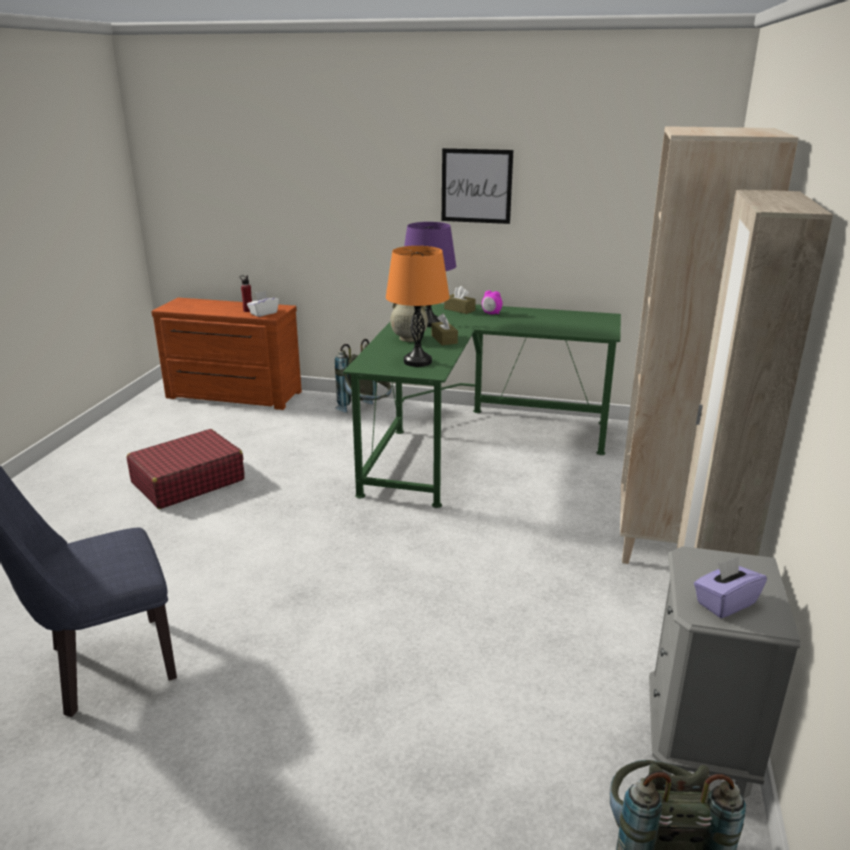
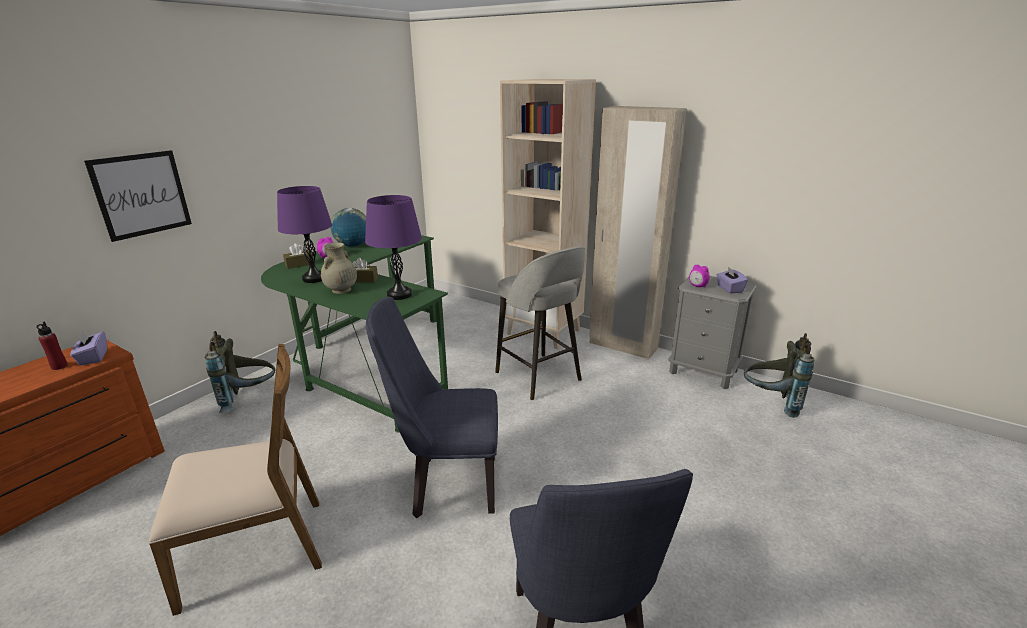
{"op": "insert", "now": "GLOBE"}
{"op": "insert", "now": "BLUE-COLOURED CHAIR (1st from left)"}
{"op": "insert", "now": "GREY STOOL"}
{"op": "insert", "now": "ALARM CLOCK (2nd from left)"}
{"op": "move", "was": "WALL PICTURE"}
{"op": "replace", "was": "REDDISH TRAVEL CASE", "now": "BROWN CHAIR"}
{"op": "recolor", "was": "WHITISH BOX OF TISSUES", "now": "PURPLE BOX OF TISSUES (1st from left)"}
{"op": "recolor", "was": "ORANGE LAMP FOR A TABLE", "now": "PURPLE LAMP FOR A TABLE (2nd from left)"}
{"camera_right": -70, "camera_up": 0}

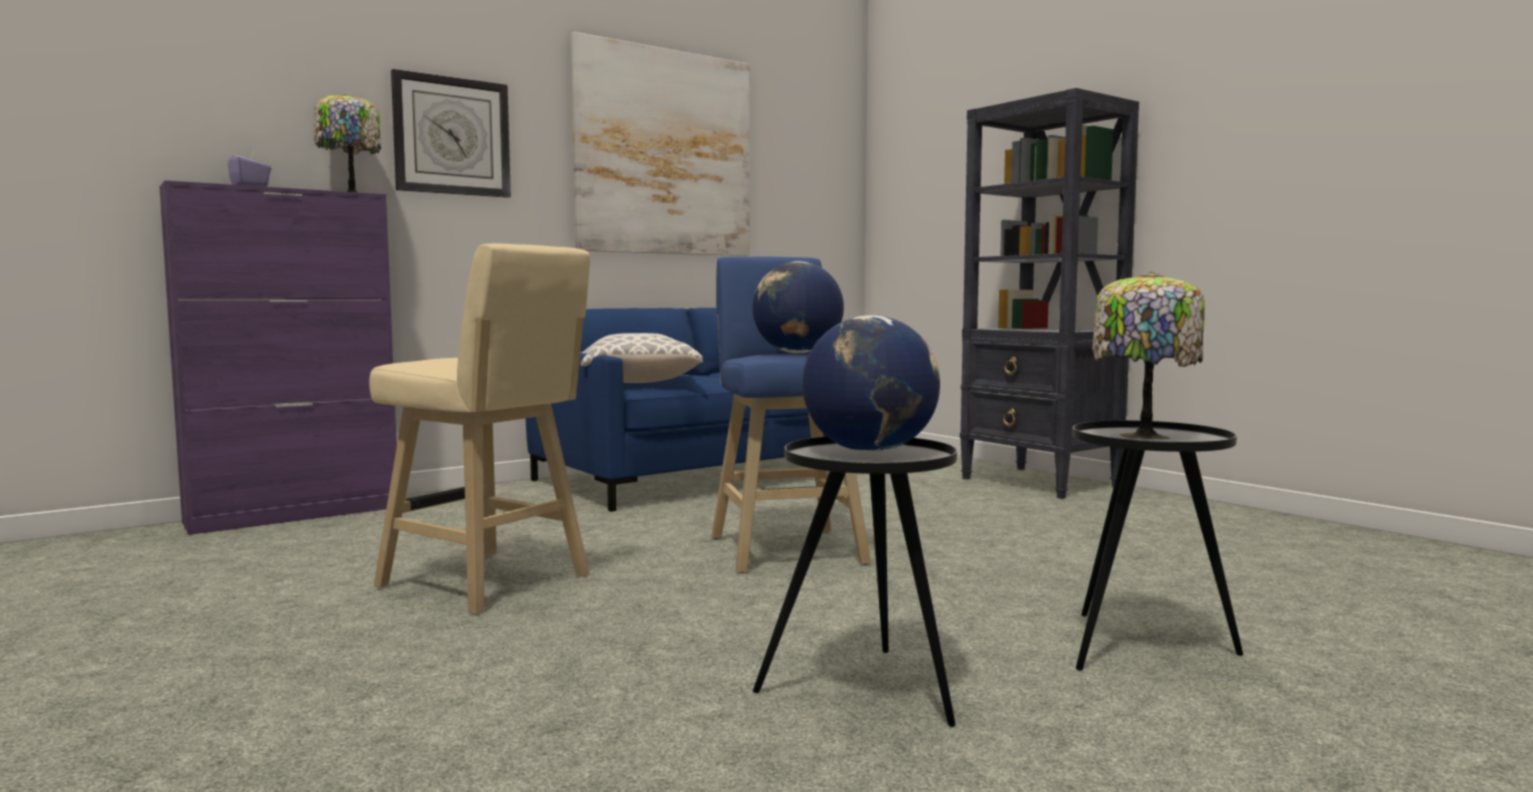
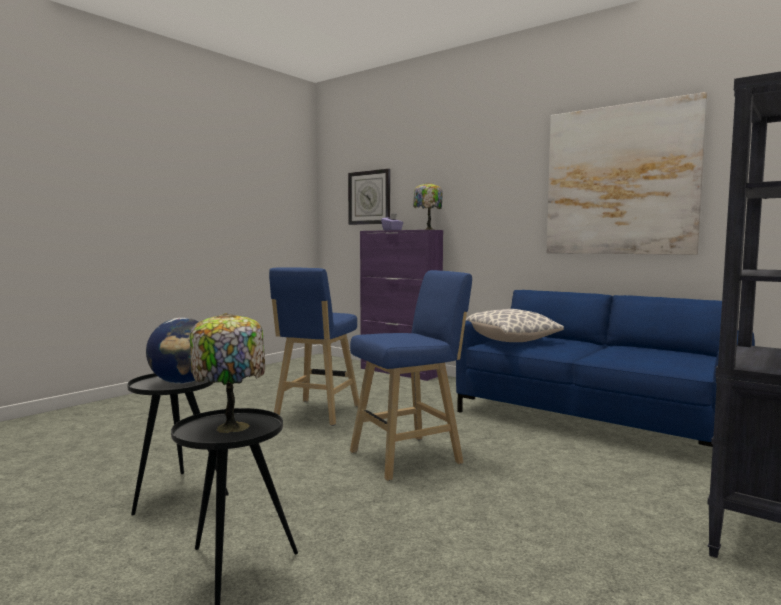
{"op": "delete", "was": "GLOBE (1st from left)"}
{"op": "move", "was": "CLOCK ON THE WALL"}
{"op": "recolor", "was": "BEIGE STOOL", "now": "BLUE-COLOURED STOOL (1st from left)"}
{"camera_right": 75, "camera_up": 0}

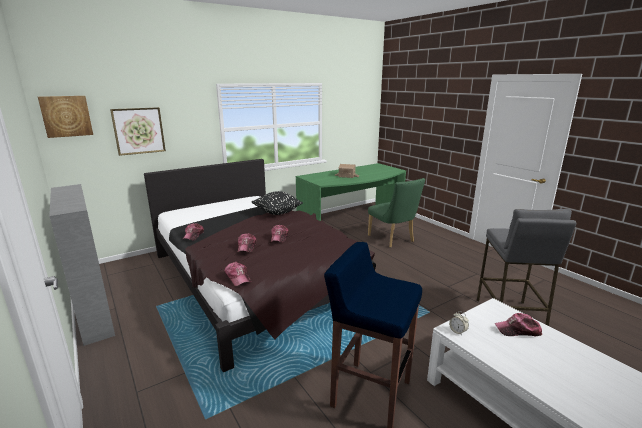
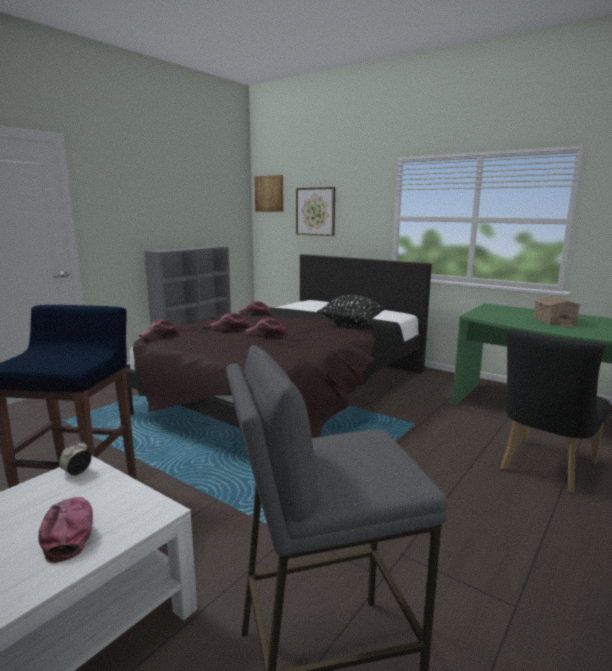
{"op": "recolor", "was": "GREEN CHAIR", "now": "BLACK-COLOURED CHAIR"}
{"camera_right": 70, "camera_up": -5}

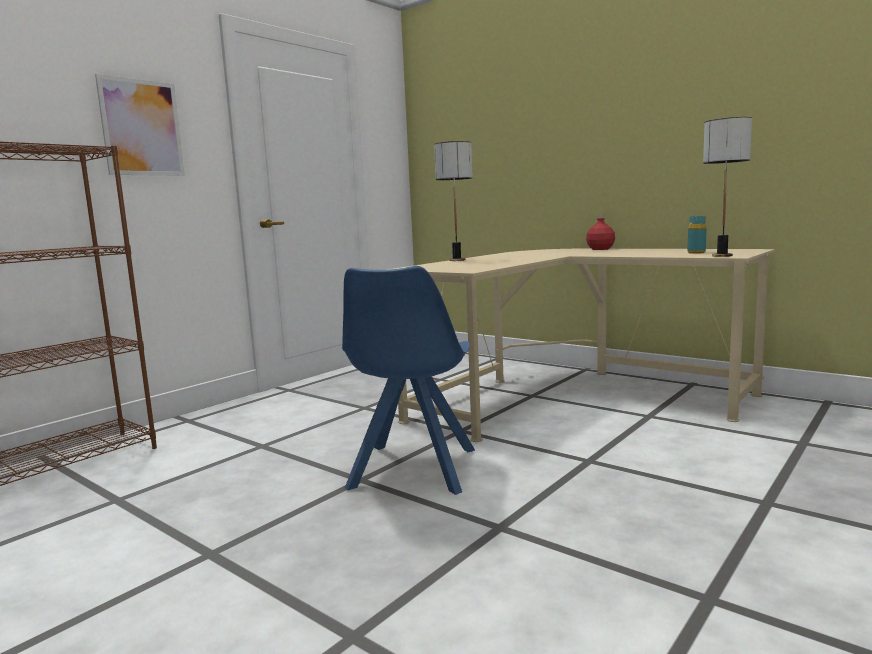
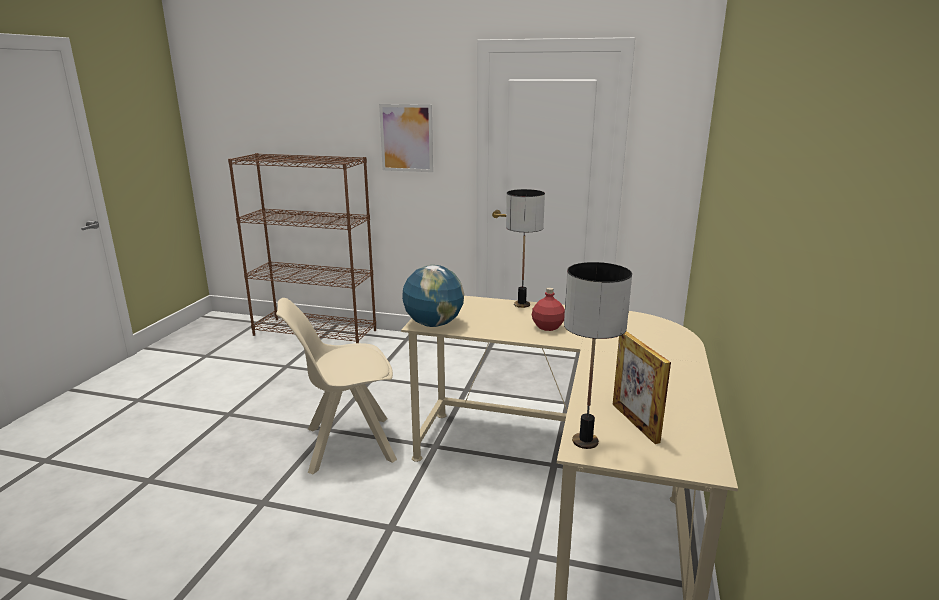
{"op": "insert", "now": "GLOBE"}
{"op": "move", "was": "REDDISH BOTTLE"}
{"op": "replace", "was": "TURQUOISE-COLOURED BOTTLE", "now": "STANDING FRAME"}
{"op": "recolor", "was": "BLUE-COLOURED CHAIR", "now": "BEIGE CHAIR"}
{"camera_right": 65, "camera_up": 10}

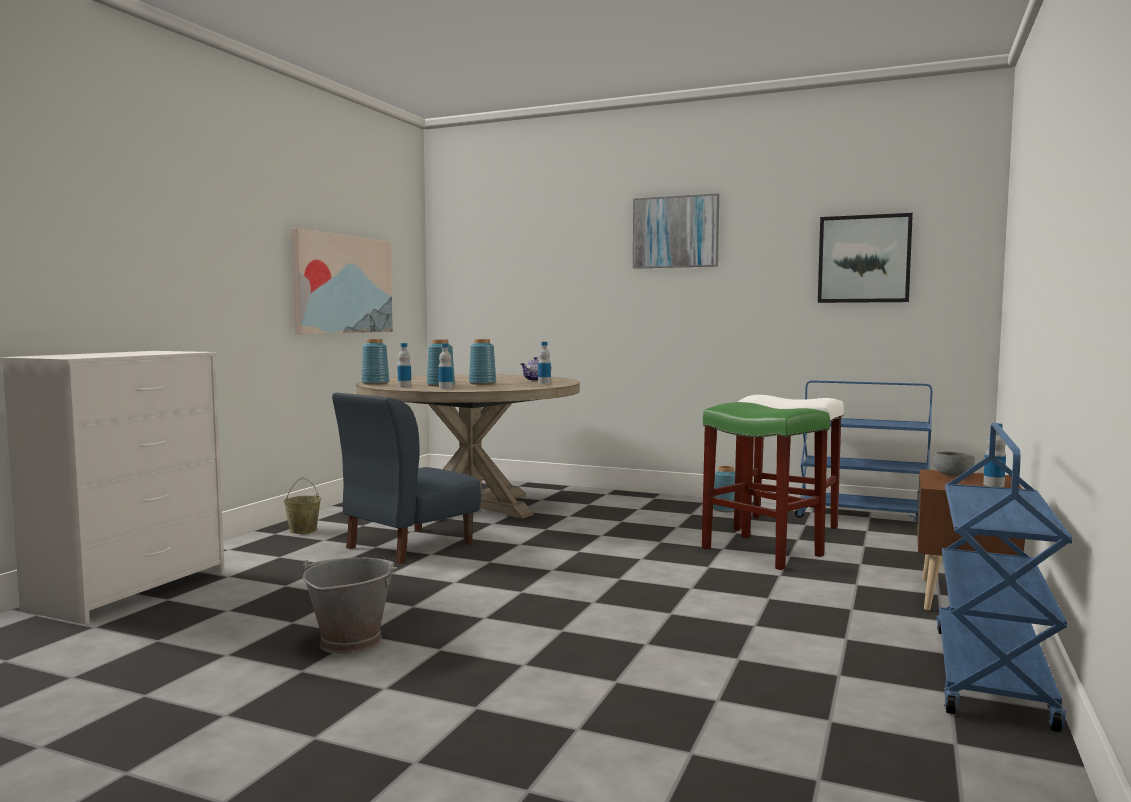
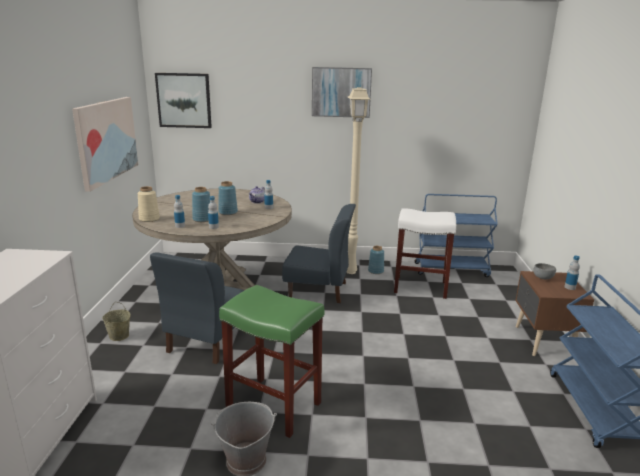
{"op": "insert", "now": "BLUE-COLOURED CHAIR (2nd from left)"}
{"op": "insert", "now": "BEIGE FLOOR LAMP"}
{"op": "move", "was": "GREEN STOOL"}
{"op": "move", "was": "WALL PICTURE (3rd from left in the first image)", "now": "WALL PICTURE (2nd from left)"}
{"op": "recolor", "was": "BLUE-COLOURED FLOWER VASE (1st from left)", "now": "BEIGE FLOWER VASE"}
{"camera_right": -20, "camera_up": 15}

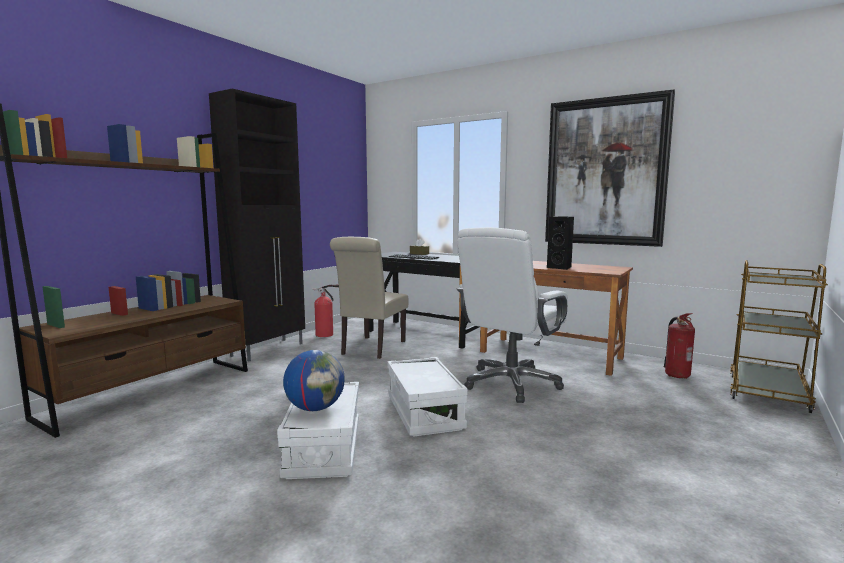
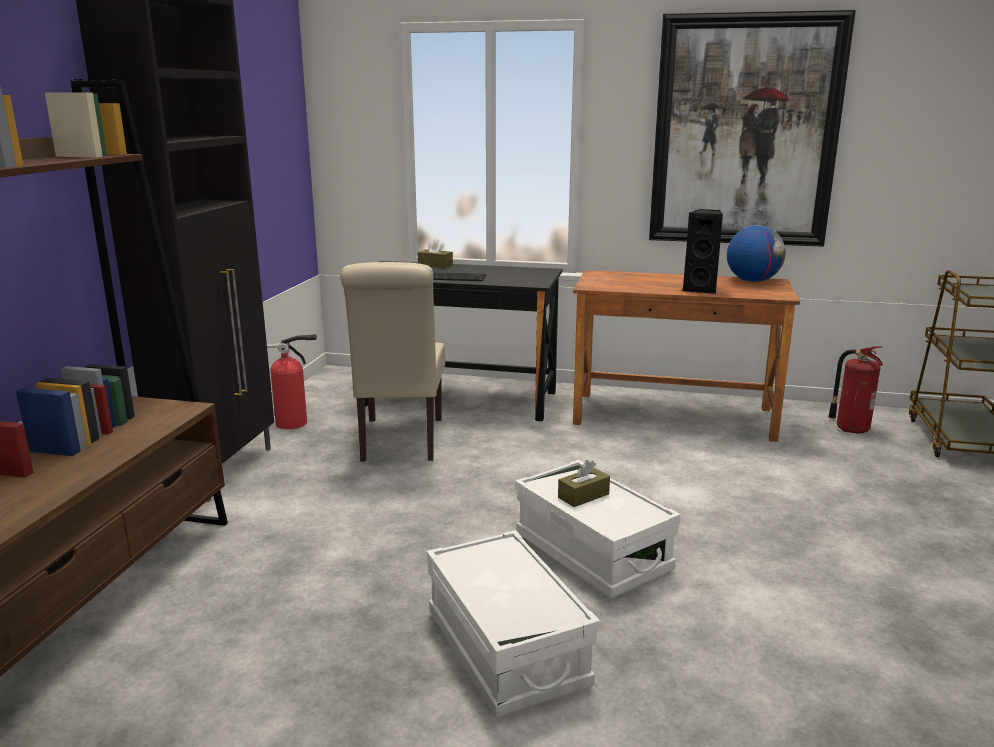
{"op": "delete", "was": "WHITISH OFFICE CHAIR"}
{"op": "insert", "now": "BROWN BOX OF TISSUES (2nd from left)"}
{"op": "move", "was": "GLOBE"}
{"camera_right": -20, "camera_up": 10}

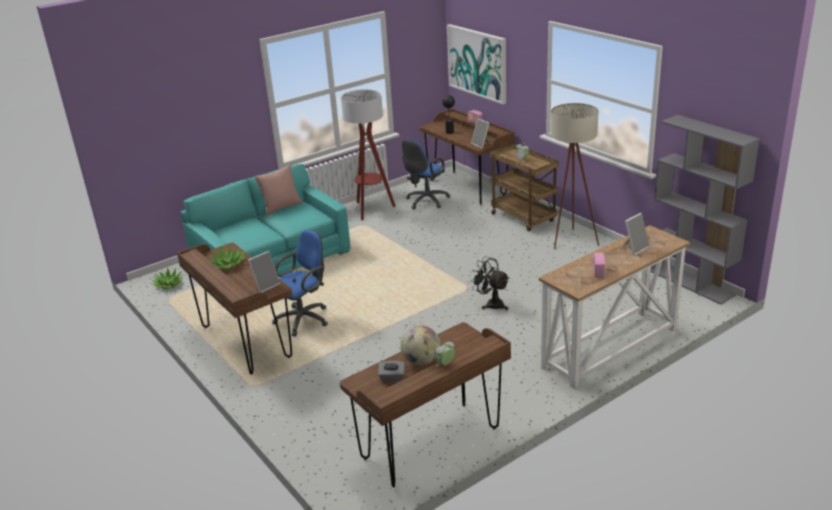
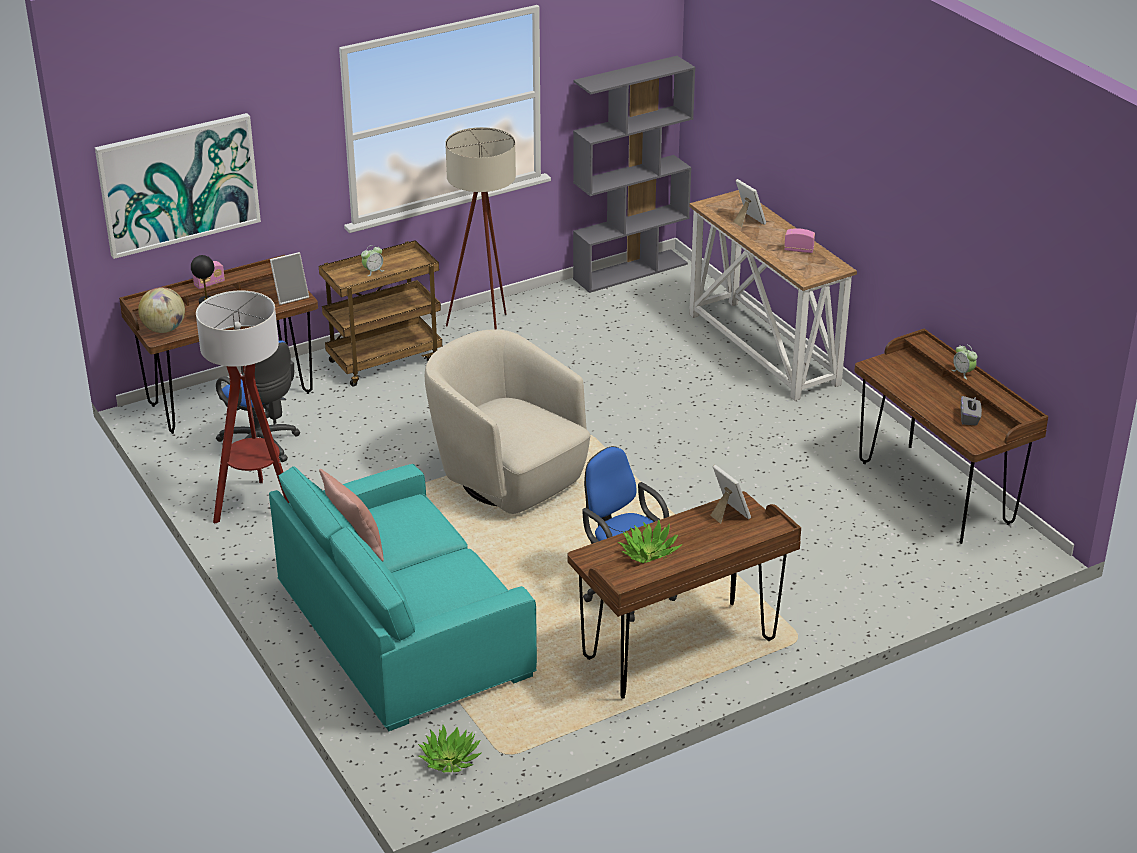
{"op": "delete", "was": "BLACK-COLOURED COOLING FAN"}
{"op": "insert", "now": "BEIGE LOUNGE CHAIR"}
{"op": "move", "was": "GLOBE"}
{"camera_right": -85, "camera_up": 5}

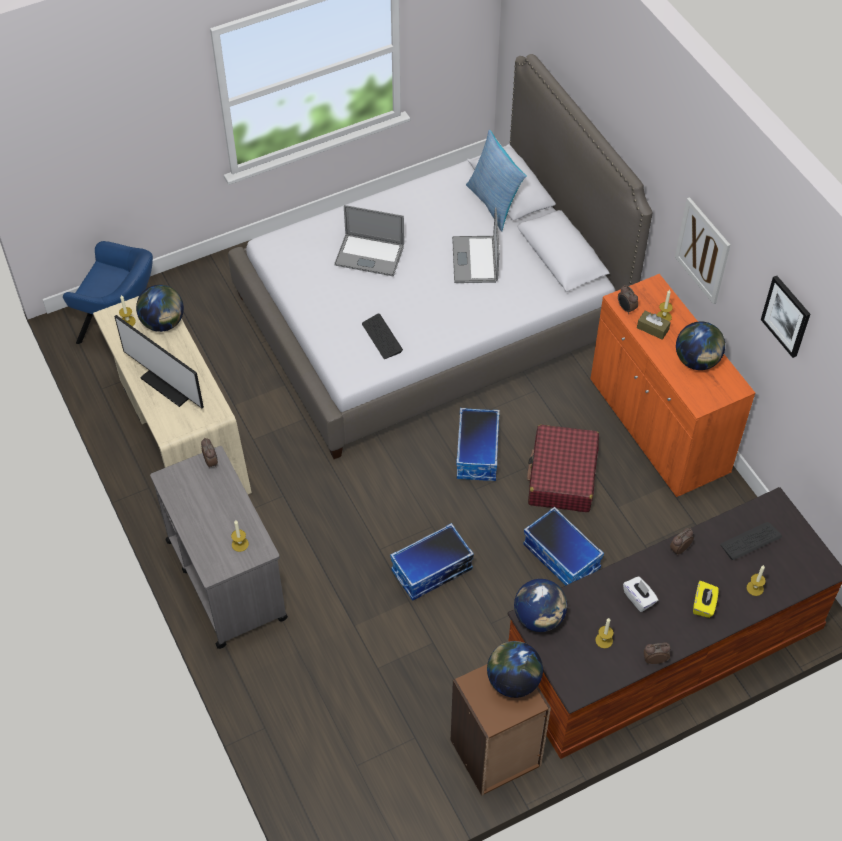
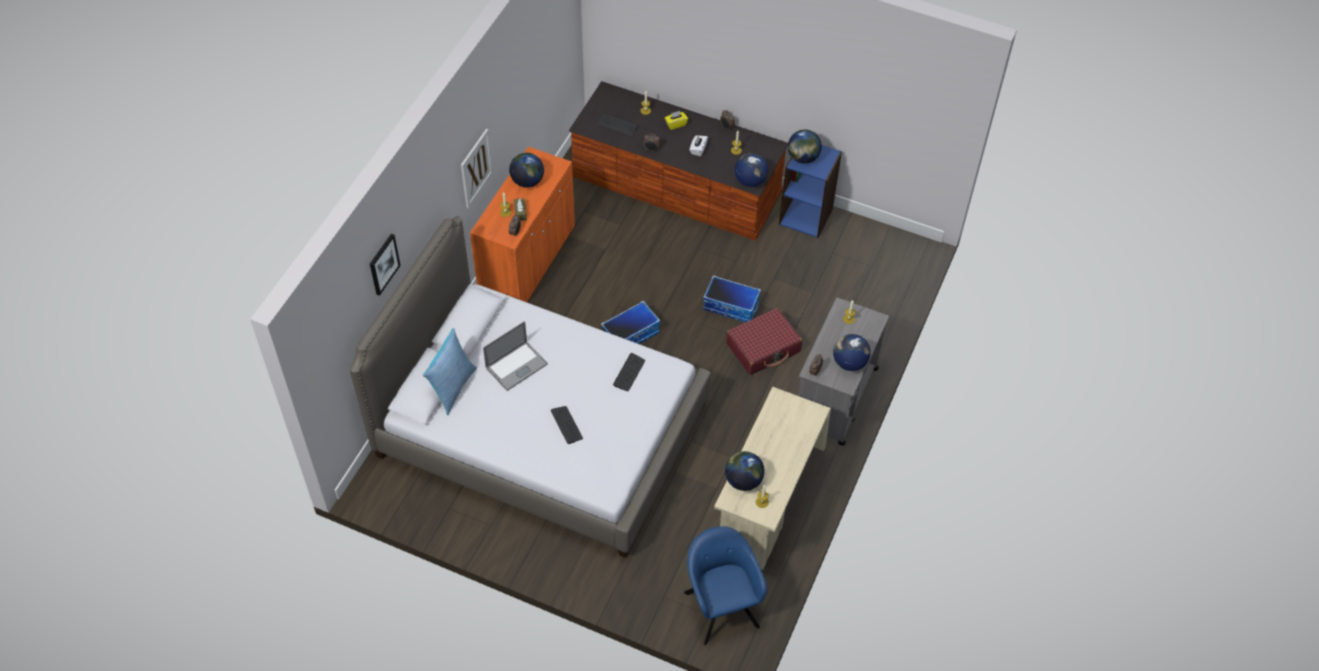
{"op": "delete", "was": "COMPUTER DISPLAY"}
{"op": "delete", "was": "STORAGE BOX (3rd from left)"}
{"op": "insert", "now": "GLOBE (5th from left)"}
{"op": "move", "was": "REDDISH TRAVEL CASE"}
{"op": "move", "was": "WALL PICTURE (2nd from left in the first image)", "now": "WALL PICTURE (1st from left)"}
{"op": "replace", "was": "LAPTOP (1st from left)", "now": "PC KEYBOARD (1st from left)"}
{"op": "recolor", "was": "BROWN BOOKCASE", "now": "BLUE-COLOURED BOOKCASE"}
{"camera_right": -130, "camera_up": 0}

